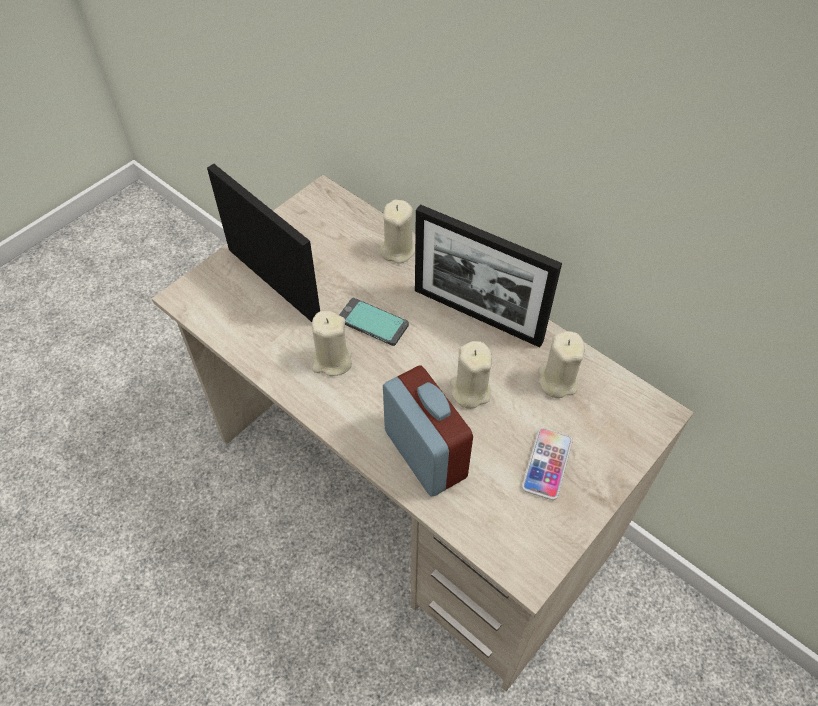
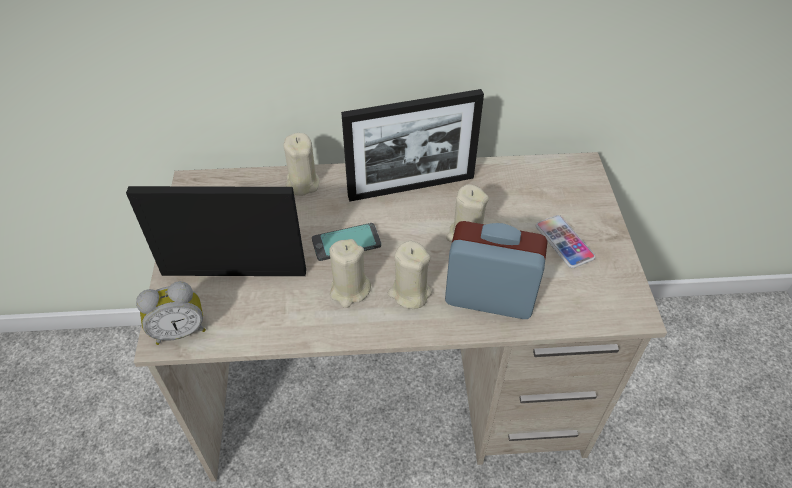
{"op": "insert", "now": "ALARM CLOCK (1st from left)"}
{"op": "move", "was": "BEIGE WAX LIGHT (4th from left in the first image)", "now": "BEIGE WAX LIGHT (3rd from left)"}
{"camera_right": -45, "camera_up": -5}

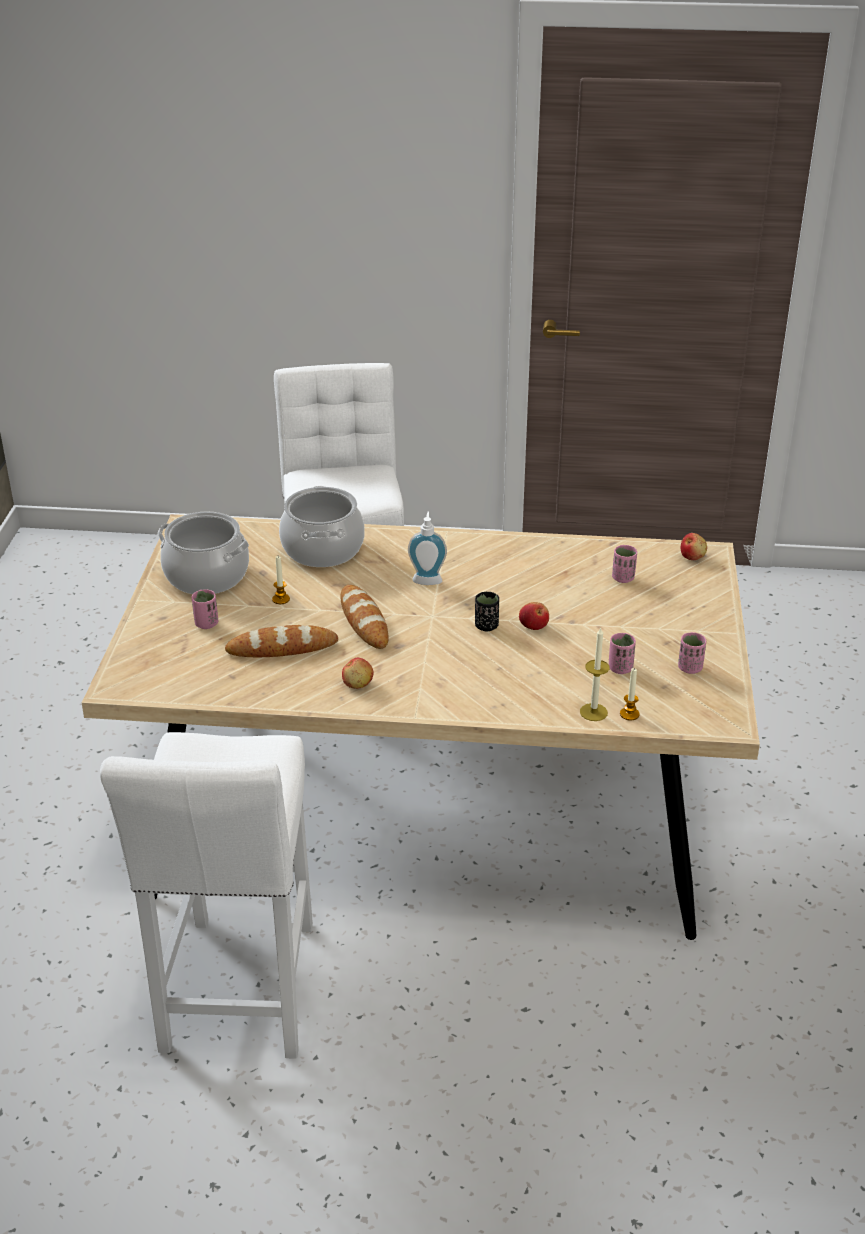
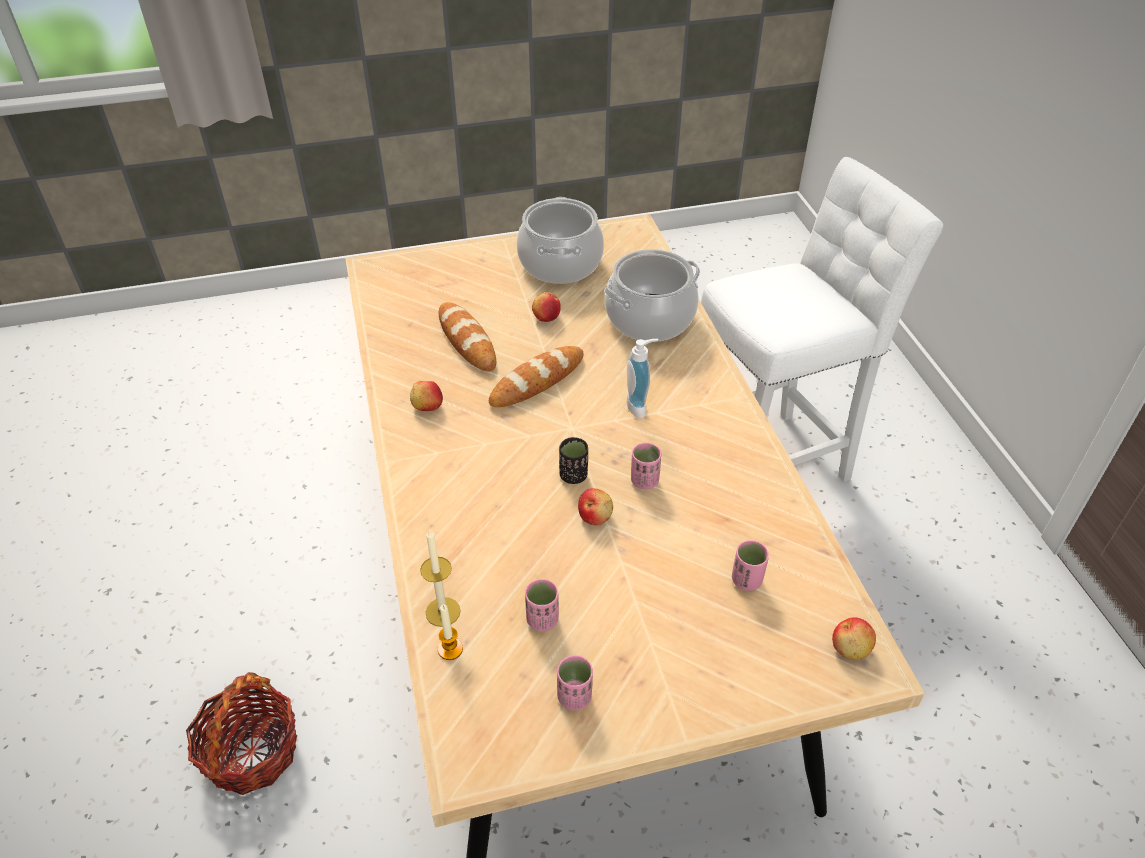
{"op": "delete", "was": "WHITISH STOOL (1st from left)"}
{"op": "insert", "now": "STORAGE BASKET"}
{"op": "move", "was": "PINK-COLOURED CUP (1st from left in the first image)", "now": "PINK-COLOURED CUP (3rd from left)"}
{"op": "replace", "was": "WAX LIGHT (1st from left)", "now": "APPLE FRUIT (2nd from left)"}
{"camera_right": 70, "camera_up": 10}

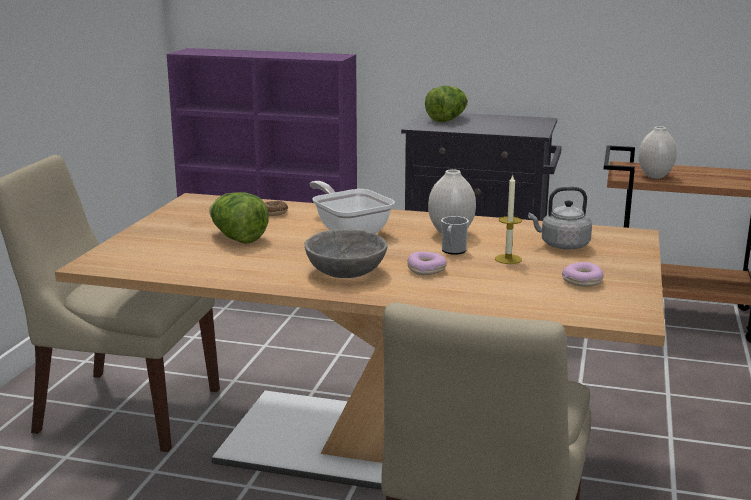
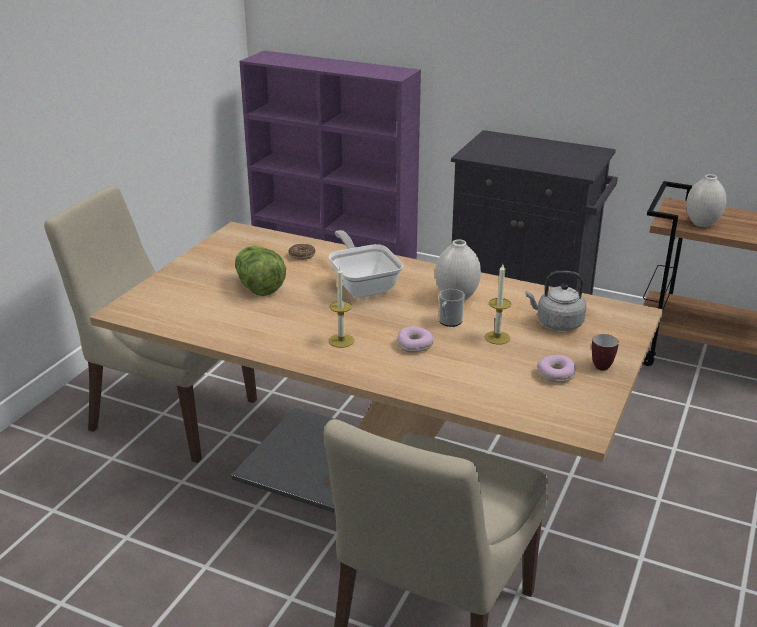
{"op": "delete", "was": "HEAD OF LETTUCE (2nd from left)"}
{"op": "insert", "now": "COFFEE MUG (2nd from left)"}
{"op": "replace", "was": "GREY BOWL", "now": "WAX LIGHT (1st from left)"}
{"camera_right": 10, "camera_up": 10}

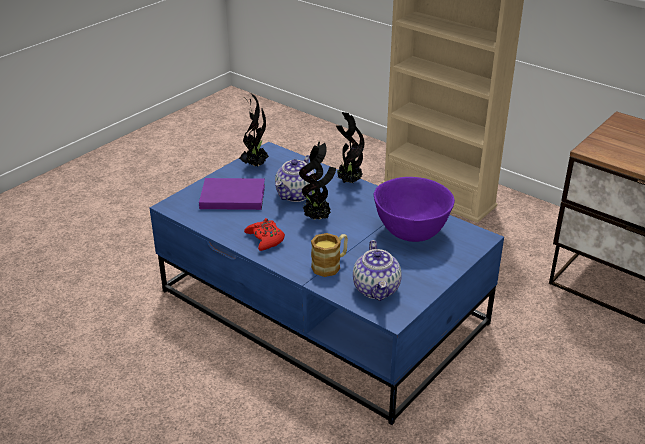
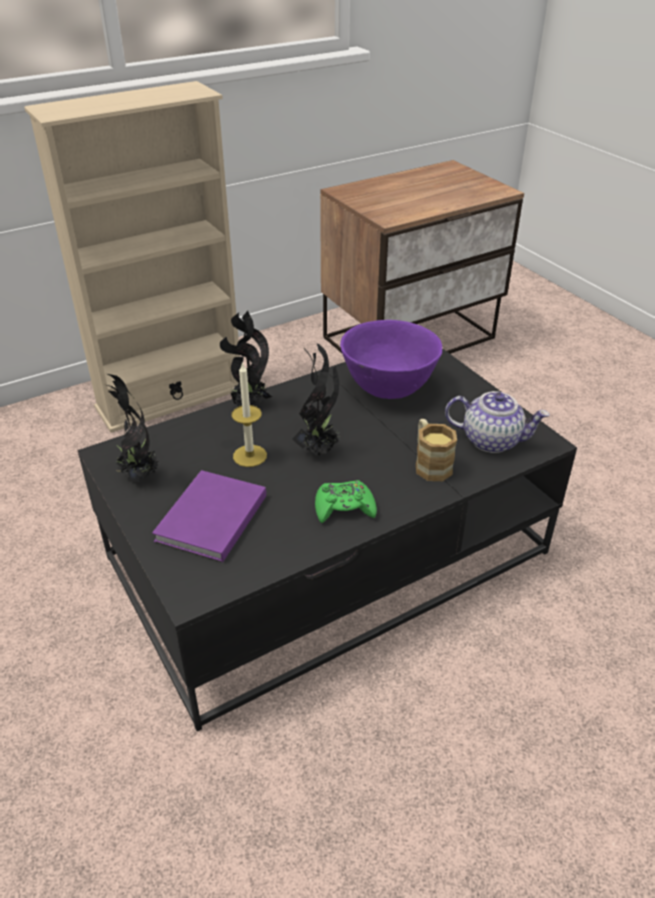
{"op": "replace", "was": "TEAPOT (1st from left)", "now": "WAX LIGHT"}
{"op": "recolor", "was": "BLUE-COLOURED COFFEE TABLE", "now": "BLACK-COLOURED COFFEE TABLE"}
{"op": "recolor", "was": "REDDISH GAME CONTROLLER", "now": "GREEN GAME CONTROLLER"}
{"camera_right": -70, "camera_up": 5}

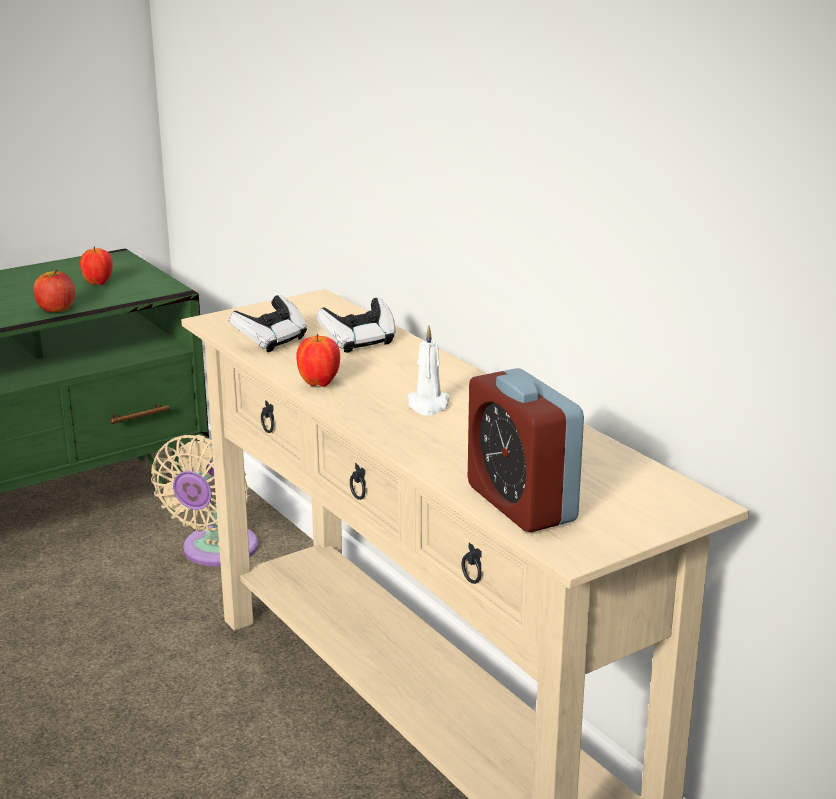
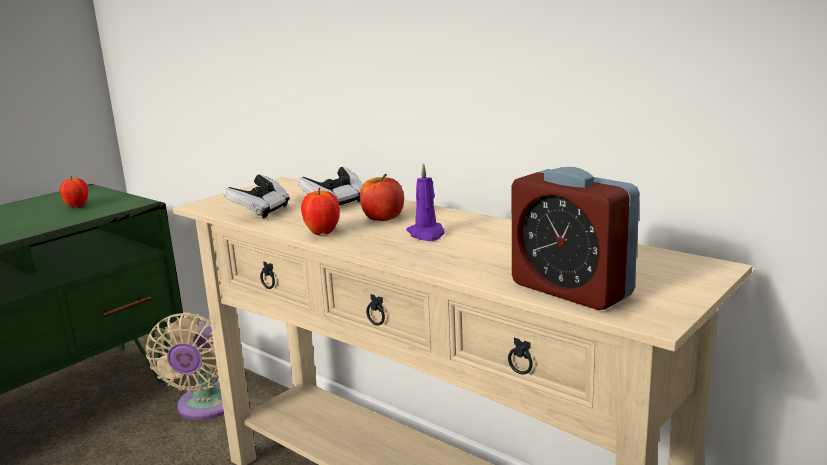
{"op": "move", "was": "APPLE FRUIT (1st from left in the first image)", "now": "APPLE FRUIT (3rd from left)"}
{"op": "recolor", "was": "WHITISH WAX LIGHT", "now": "PURPLE WAX LIGHT"}
{"camera_right": -15, "camera_up": -5}

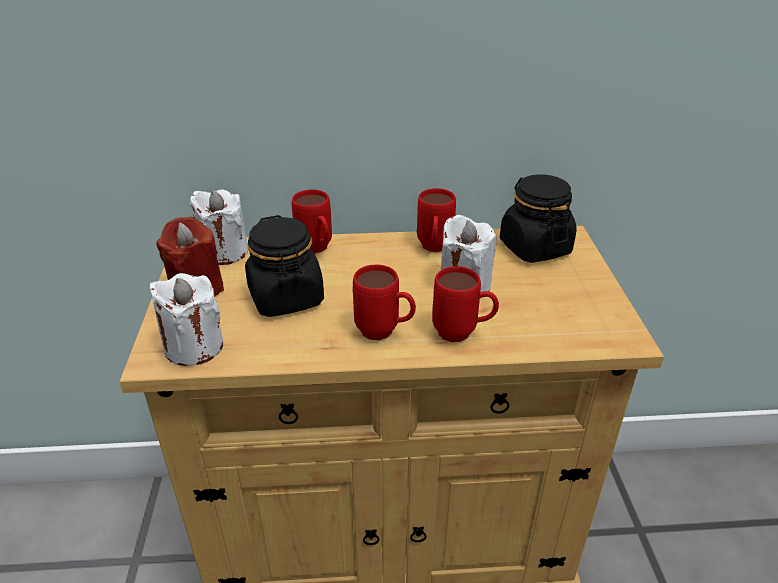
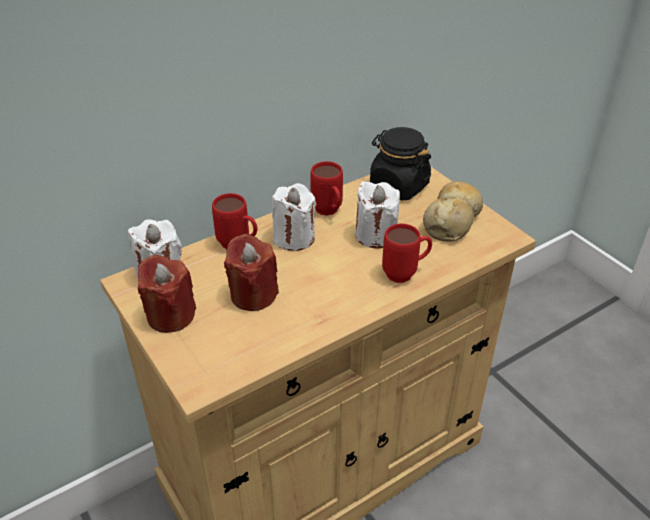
{"op": "delete", "was": "REDDISH COFFEE MUG (2nd from left)"}
{"op": "insert", "now": "BAKERY BREAD"}
{"op": "move", "was": "WHITISH WAX LIGHT (1st from left in the first image)", "now": "WHITISH WAX LIGHT (2nd from left)"}
{"op": "replace", "was": "BLACK-COLOURED PRESERVE JAR (1st from left)", "now": "REDDISH WAX LIGHT (2nd from left)"}
{"camera_right": -30, "camera_up": 5}

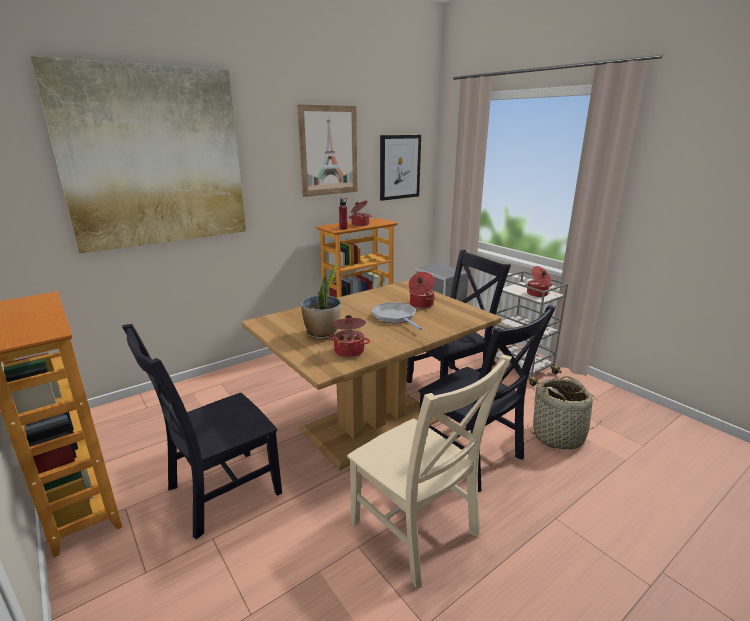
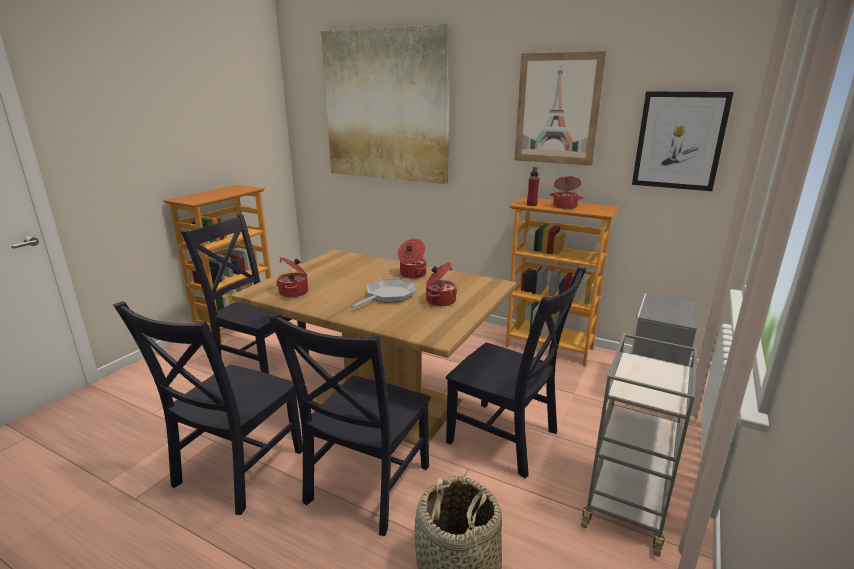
{"op": "delete", "was": "POTTED PLANT"}
{"op": "move", "was": "COOKING POT (4th from left in the first image)", "now": "COOKING POT (2nd from left)"}
{"op": "recolor", "was": "BEIGE CHAIR", "now": "BLACK-COLOURED CHAIR (1st from left)"}
{"camera_right": 65, "camera_up": 0}

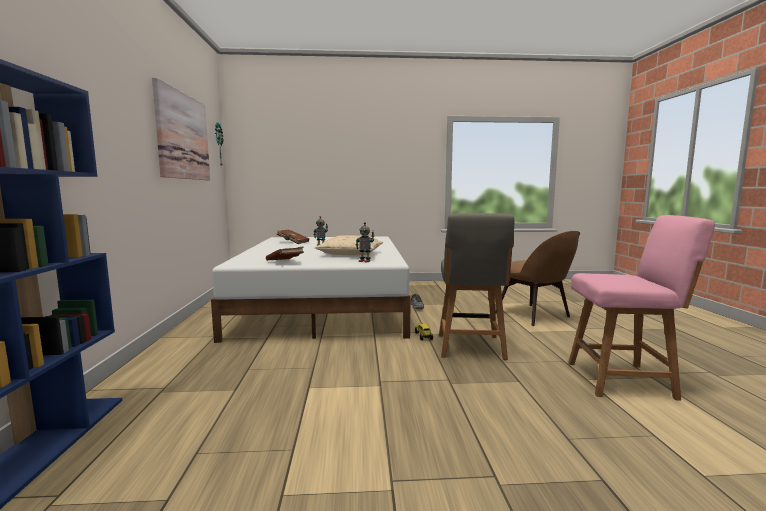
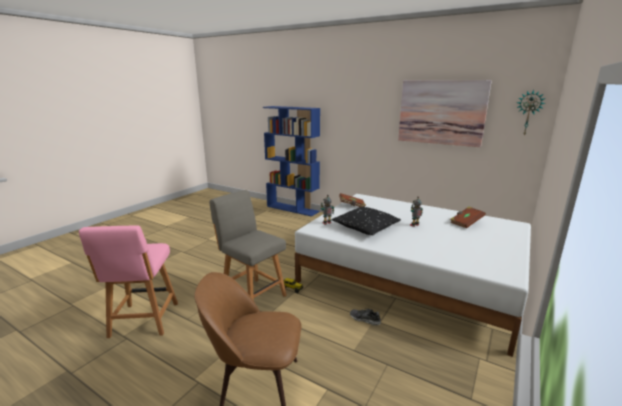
{"op": "recolor", "was": "BEIGE PILLOW", "now": "BLACK-COLOURED PILLOW"}
{"op": "rotate", "was": "PINK-COLOURED CHAIR", "clockwise": -45}
{"camera_right": 125, "camera_up": 10}

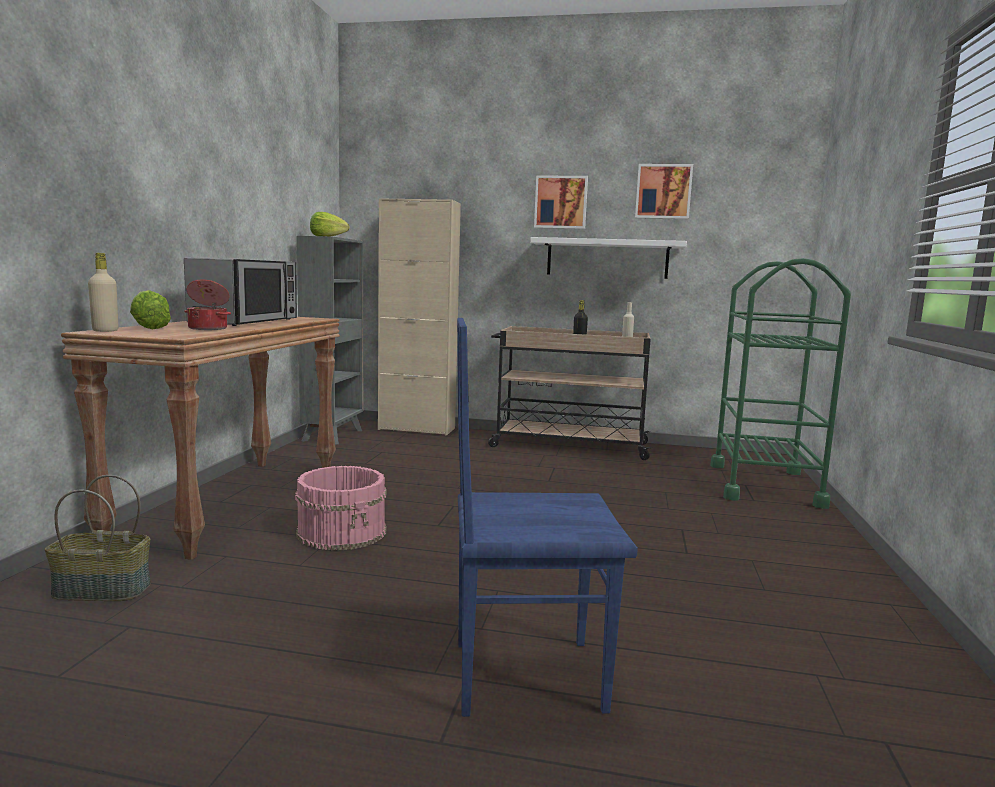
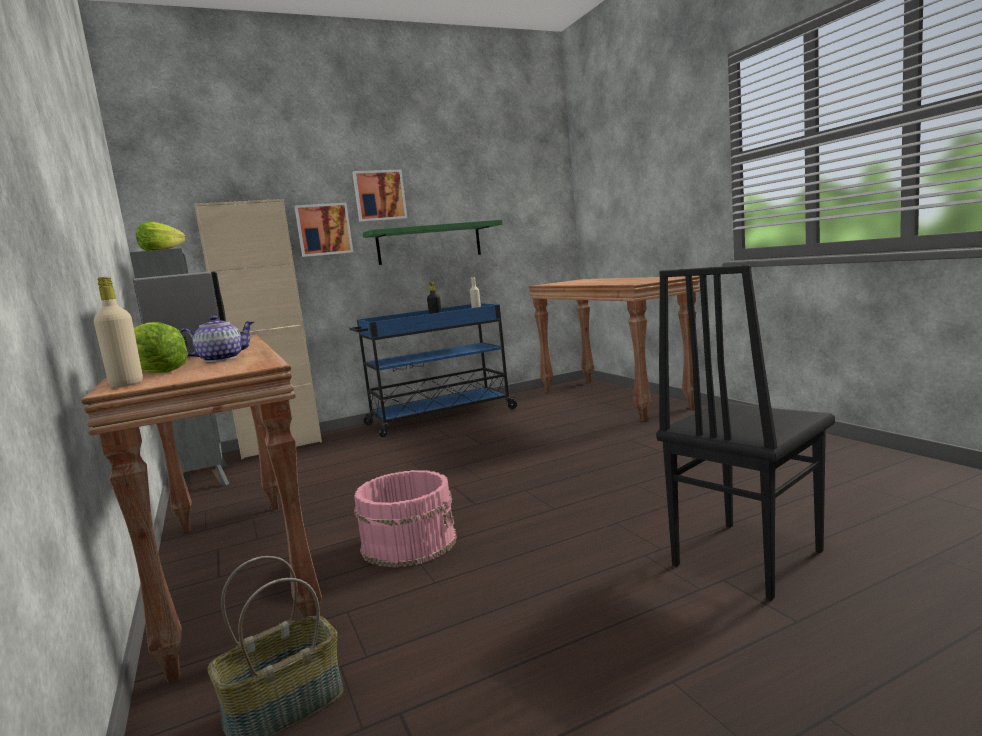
{"op": "move", "was": "WALL PICTURE (2nd from left in the first image)", "now": "WALL PICTURE (1st from left)"}
{"op": "replace", "was": "COOKING POT", "now": "TEAPOT"}
{"op": "replace", "was": "GREEN WHEELED CART", "now": "BROWN HALL TABLE (2nd from left)"}
{"op": "recolor", "was": "BLUE-COLOURED CHAIR", "now": "BLACK-COLOURED CHAIR"}
{"op": "recolor", "was": "BEIGE WHEELED CART", "now": "BLUE-COLOURED WHEELED CART"}
{"op": "recolor", "was": "WHITISH WALL SHELF", "now": "GREEN WALL SHELF"}
{"camera_right": -35, "camera_up": 0}

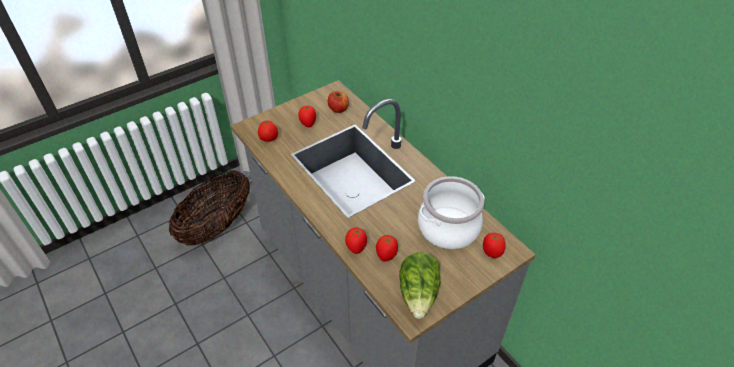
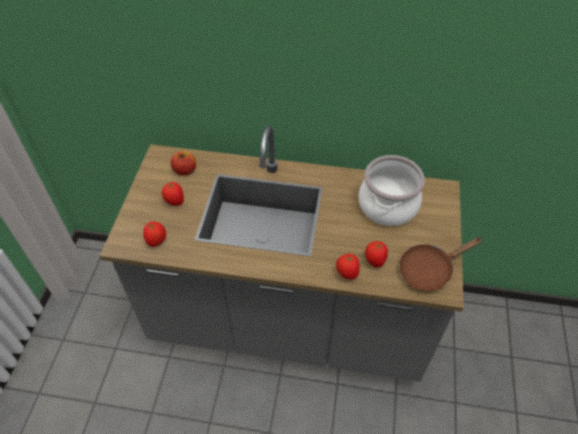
{"op": "delete", "was": "STORAGE BASKET"}
{"op": "delete", "was": "WHOLE TOMATO (5th from left)"}
{"op": "replace", "was": "HEAD OF LETTUCE", "now": "BROWN PAN"}
{"camera_right": -45, "camera_up": 5}

